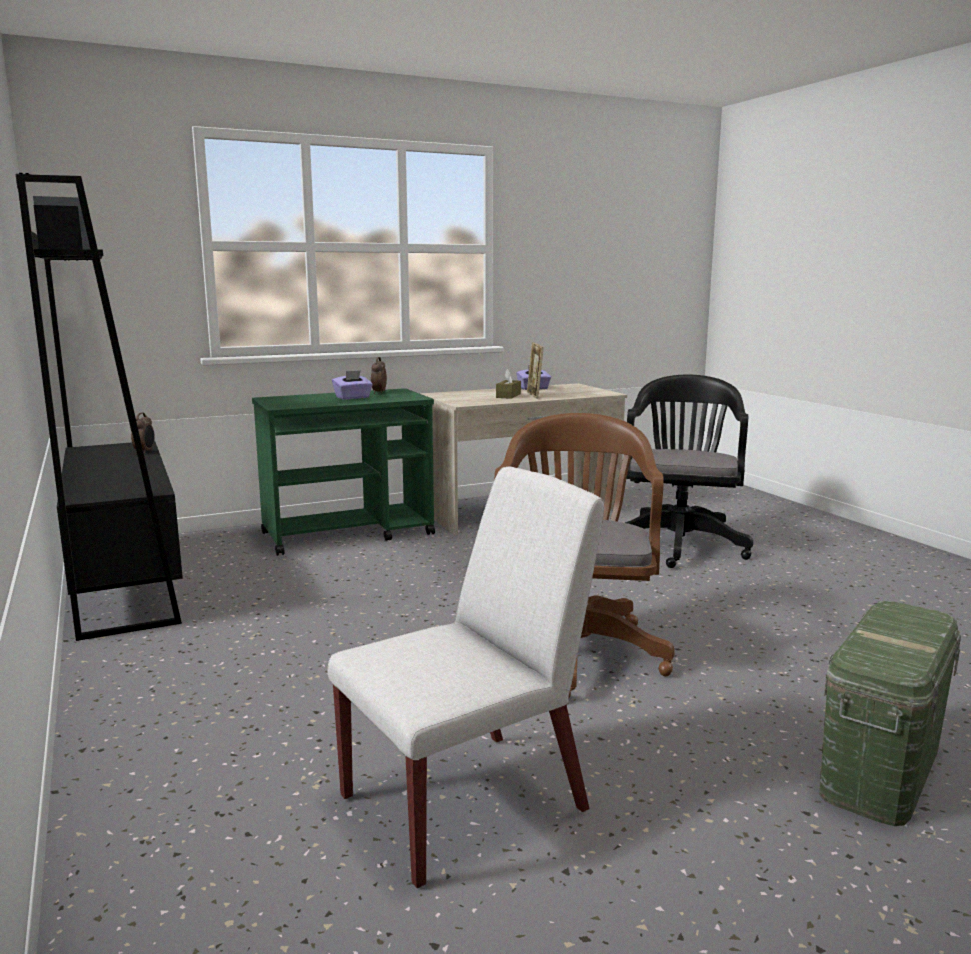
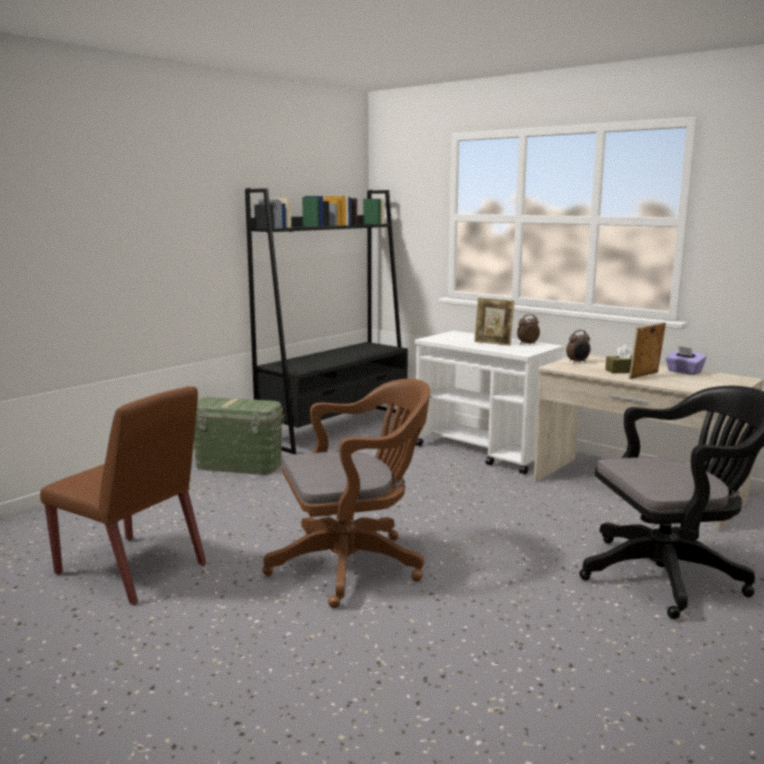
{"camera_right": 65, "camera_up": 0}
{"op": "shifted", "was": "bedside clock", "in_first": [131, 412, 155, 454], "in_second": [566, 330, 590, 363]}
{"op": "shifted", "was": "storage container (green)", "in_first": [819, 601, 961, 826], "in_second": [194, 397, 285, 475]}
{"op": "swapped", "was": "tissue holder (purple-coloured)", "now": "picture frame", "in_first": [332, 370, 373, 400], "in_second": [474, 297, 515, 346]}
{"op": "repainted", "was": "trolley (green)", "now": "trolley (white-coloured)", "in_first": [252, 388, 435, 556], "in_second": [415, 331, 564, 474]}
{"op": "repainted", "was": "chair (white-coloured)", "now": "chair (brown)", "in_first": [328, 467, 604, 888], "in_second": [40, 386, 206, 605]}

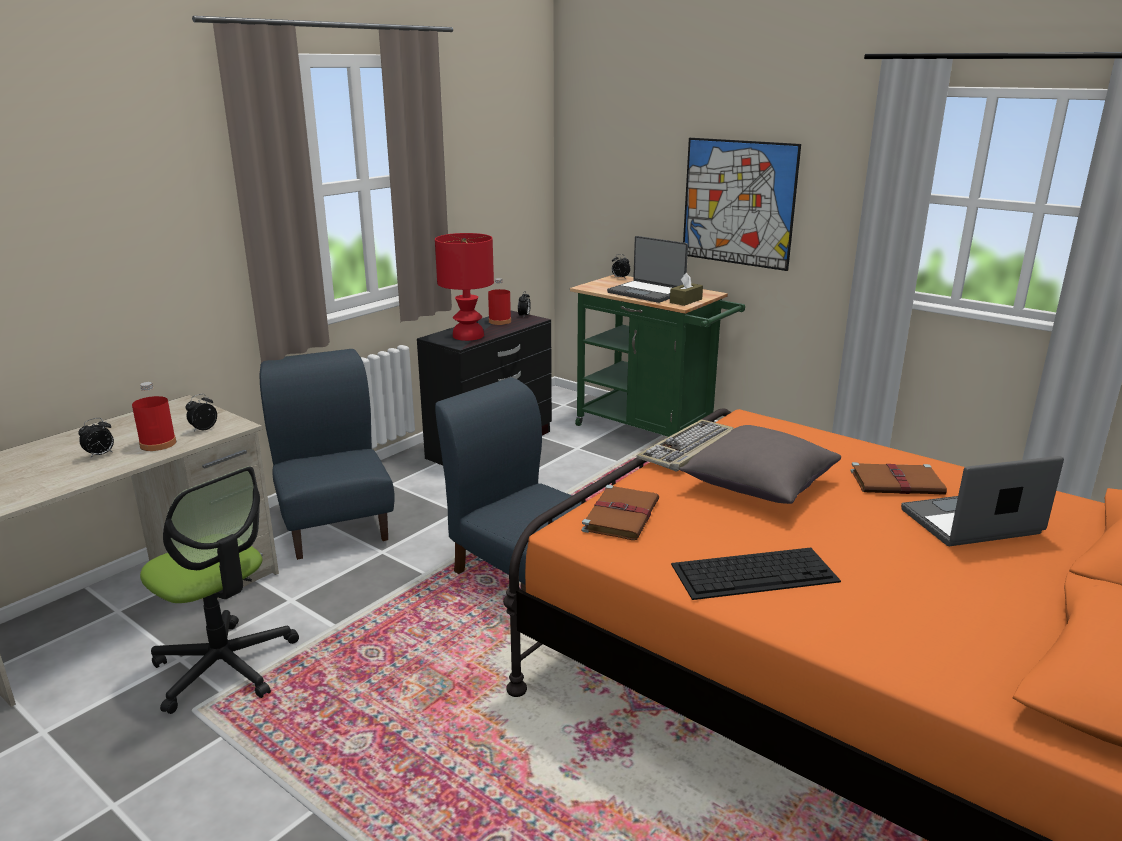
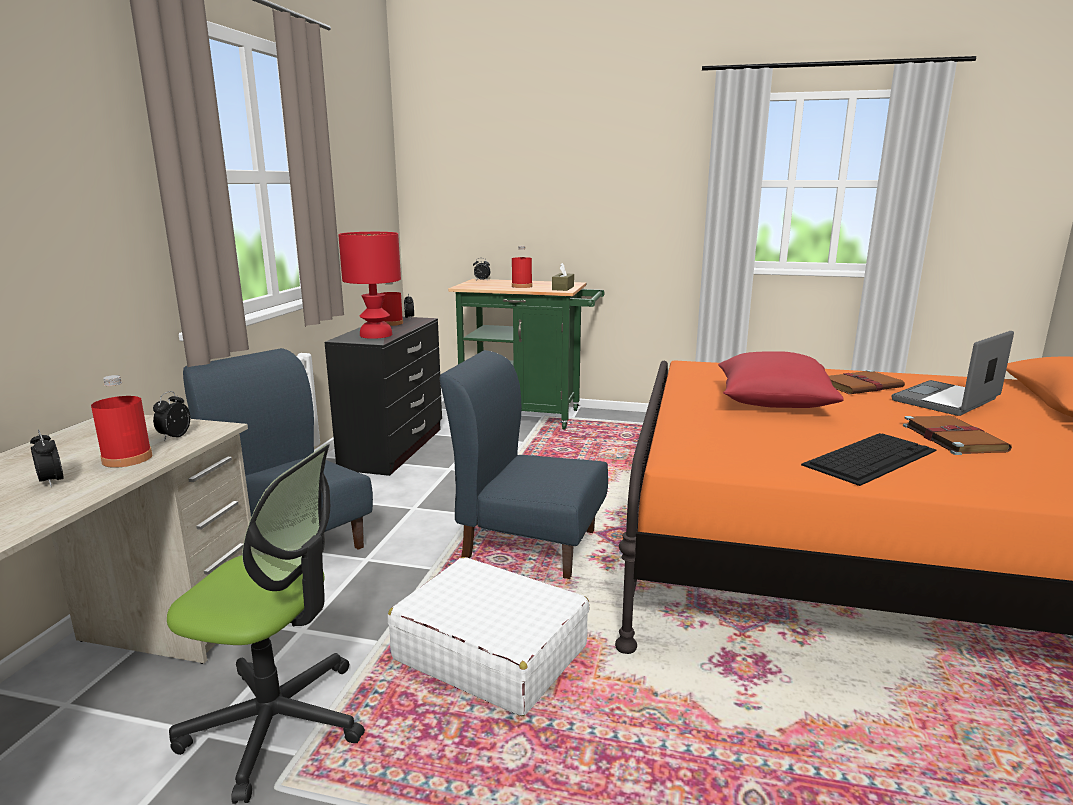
{"camera_right": -25, "camera_up": -5}
{"op": "gone", "was": "keyboard", "in_first": [637, 419, 734, 472]}
{"op": "gone", "was": "wall art", "in_first": [683, 138, 801, 271]}
{"op": "new", "now": "travel case (white-coloured)", "in_second": [388, 557, 590, 716]}
{"op": "shifted", "was": "book (brown)", "in_first": [582, 485, 659, 540], "in_second": [903, 415, 1012, 455]}
{"op": "swapped", "was": "portable computer", "now": "beverage bottle (reddish)", "in_first": [607, 236, 688, 303], "in_second": [512, 246, 532, 288]}
{"op": "repainted", "was": "cushion (greyish)", "now": "cushion (reddish)", "in_first": [679, 425, 841, 504], "in_second": [718, 351, 844, 408]}
{"op": "rotated", "was": "bedside clock", "in_first": [78, 418, 114, 458], "in_second": [30, 429, 64, 487], "clockwise": 120}

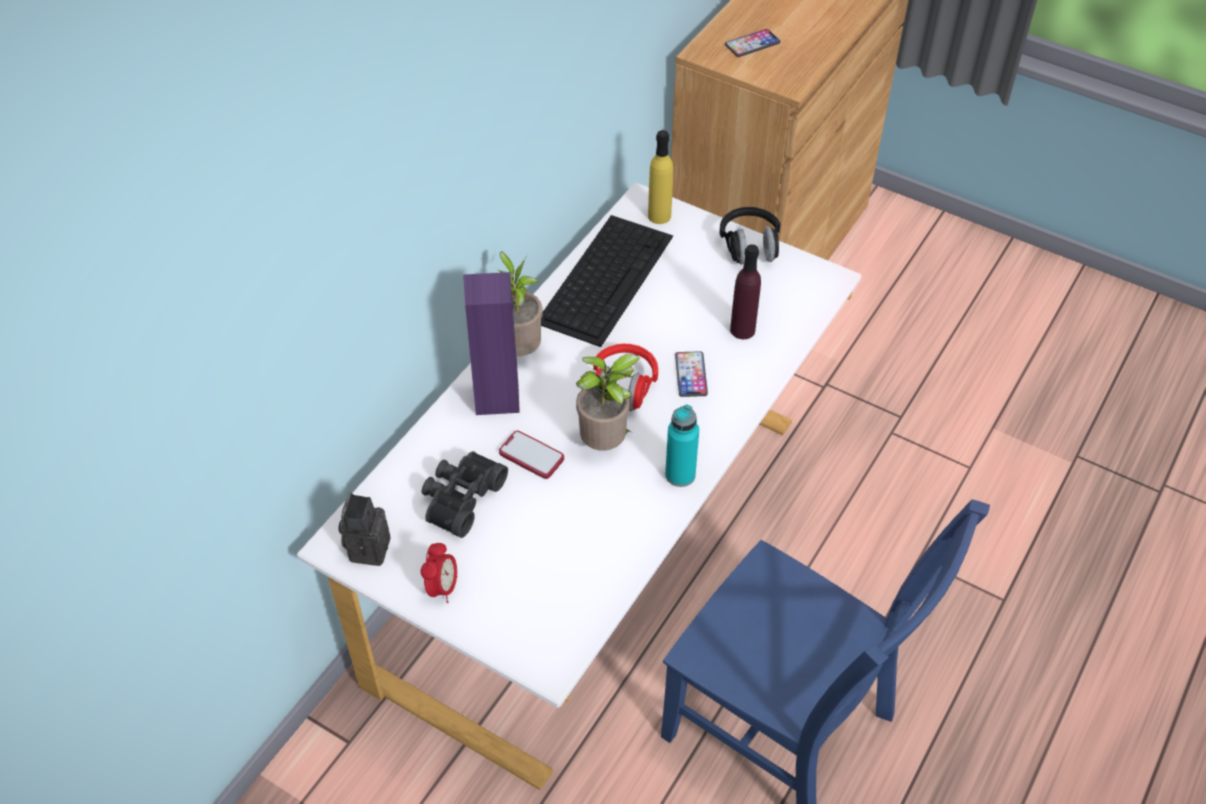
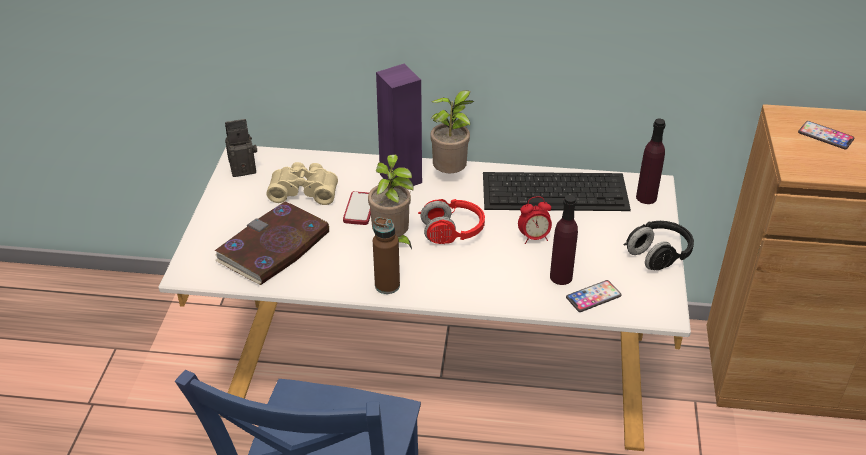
{"camera_right": 65, "camera_up": -10}
{"op": "new", "now": "book", "in_second": [215, 202, 330, 285]}
{"op": "shifted", "was": "bedside clock", "in_first": [421, 543, 457, 603], "in_second": [518, 196, 552, 244]}
{"op": "shifted", "was": "phone", "in_first": [675, 351, 708, 397], "in_second": [566, 280, 622, 312]}
{"op": "repainted", "was": "pair of binoculars (black-coloured)", "now": "pair of binoculars (beige-coloured)", "in_first": [422, 451, 508, 538], "in_second": [266, 162, 338, 205]}
{"op": "repainted", "was": "beverage bottle (yellow-coloured)", "now": "beverage bottle (purple-coloured)", "in_first": [648, 130, 673, 224], "in_second": [636, 119, 666, 204]}
{"op": "repainted", "was": "beverage bottle (turquoise)", "now": "beverage bottle (brown)", "in_first": [665, 404, 699, 487], "in_second": [373, 217, 400, 294]}

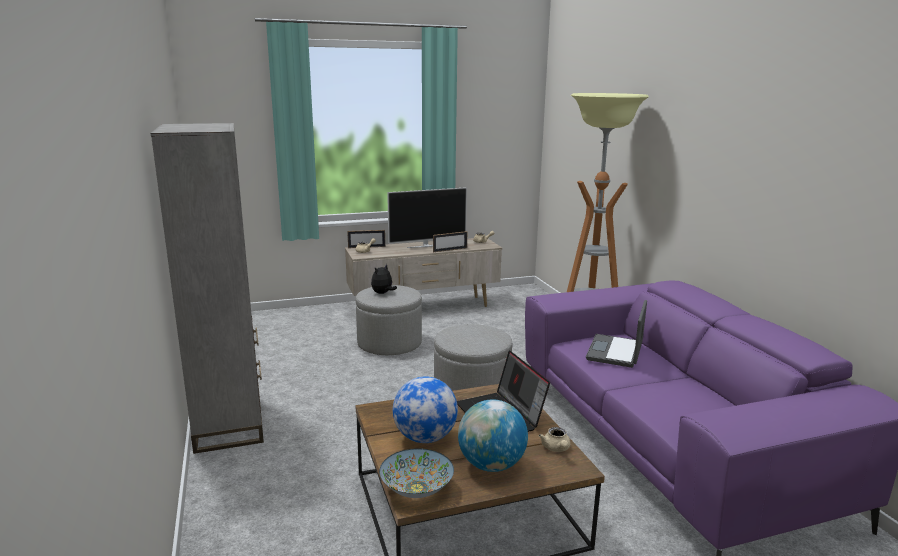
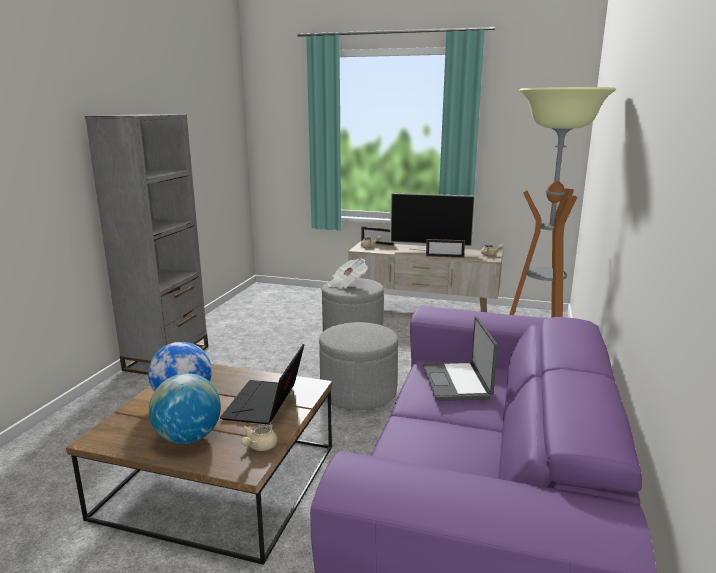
{"camera_right": 35, "camera_up": 0}
{"op": "gone", "was": "deep dish", "in_first": [379, 448, 454, 498]}
{"op": "swapped", "was": "plush toy", "now": "printed paper", "in_first": [371, 264, 397, 294], "in_second": [327, 259, 368, 288]}
{"op": "rotated", "was": "portable computer", "in_first": [586, 300, 647, 368], "in_second": [423, 317, 498, 401], "clockwise": -60}

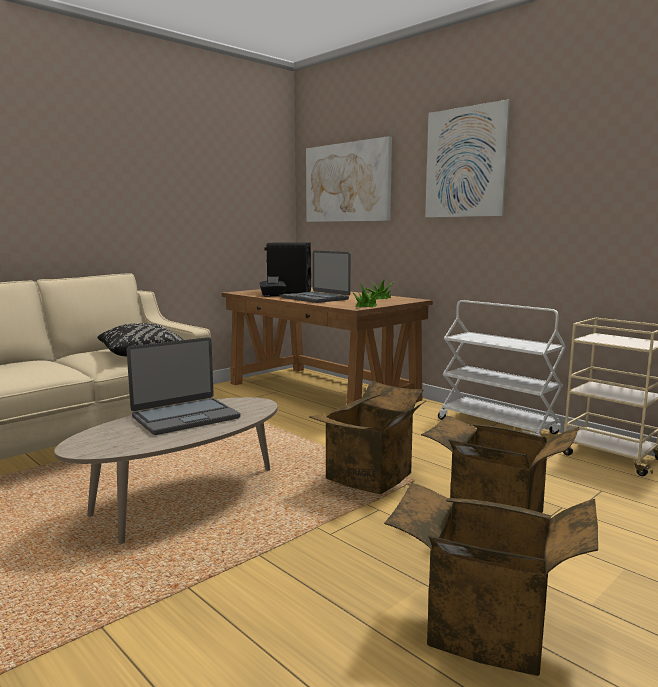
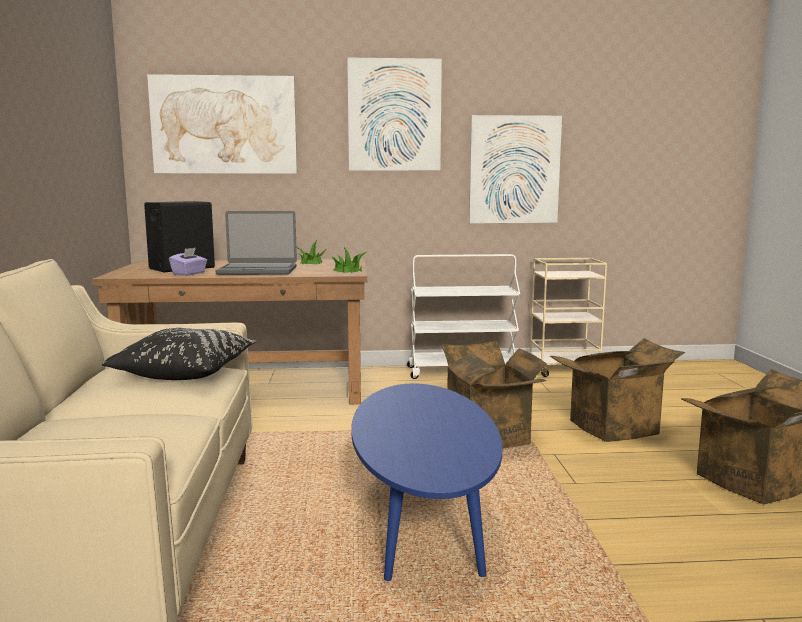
{"camera_right": -50, "camera_up": 0}
{"op": "gone", "was": "portable computer", "in_first": [127, 337, 240, 435]}
{"op": "new", "now": "wall art", "in_second": [469, 115, 562, 223]}
{"op": "repainted", "was": "coffee table (beige-coloured)", "now": "coffee table (blue)", "in_first": [54, 397, 278, 544], "in_second": [351, 384, 502, 581]}
{"op": "repainted", "was": "tissue holder (black-coloured)", "now": "tissue holder (purple-coloured)", "in_first": [260, 277, 286, 297], "in_second": [169, 248, 207, 276]}

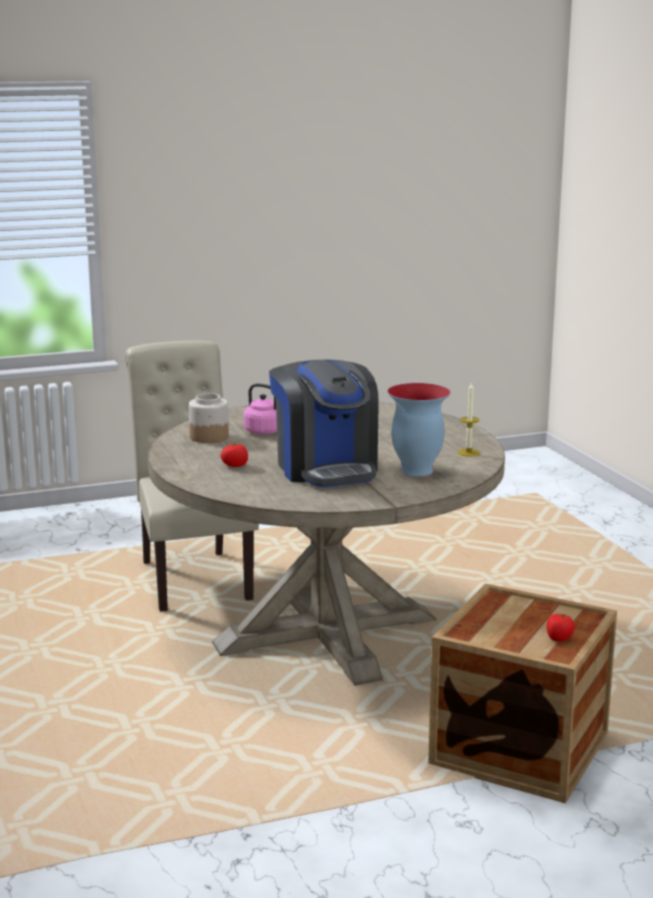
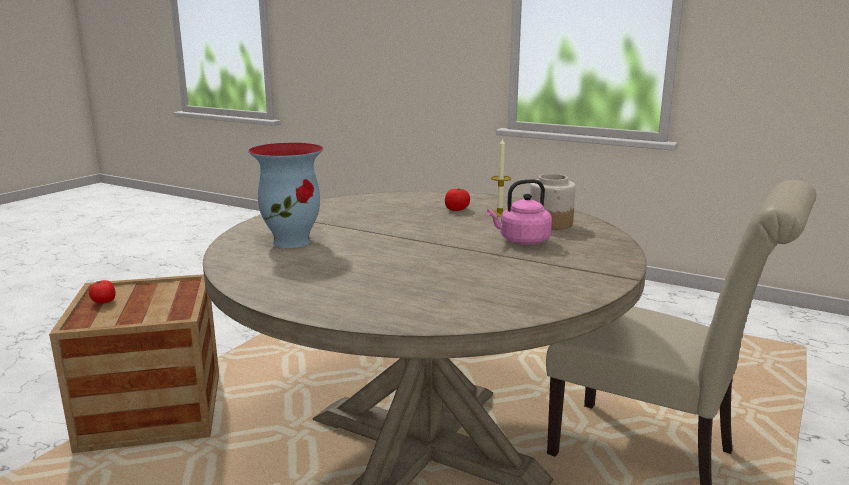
{"camera_right": 140, "camera_up": 0}
{"op": "gone", "was": "coffee machine", "in_first": [269, 360, 379, 487]}
{"op": "shifted", "was": "candle", "in_first": [458, 382, 480, 457], "in_second": [491, 137, 511, 217]}

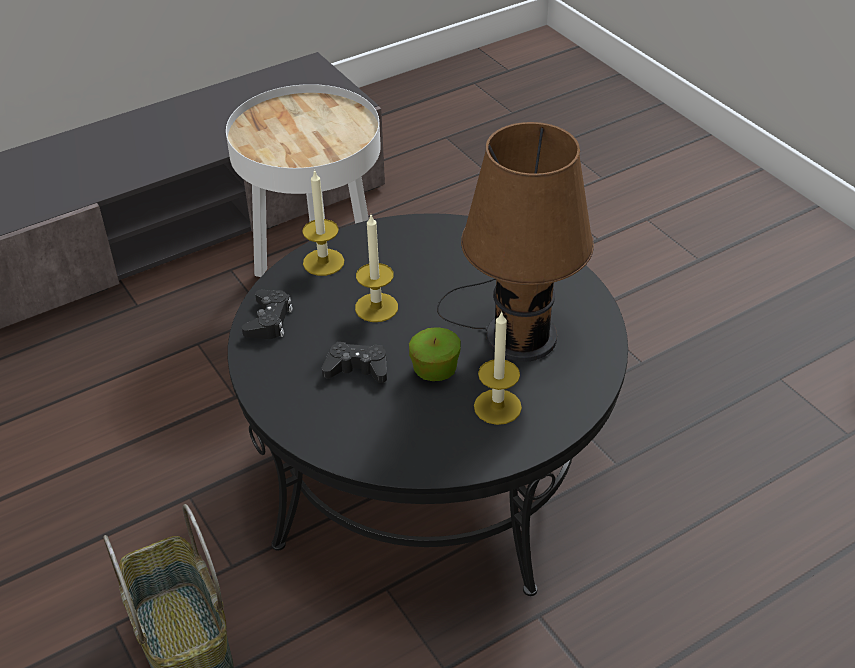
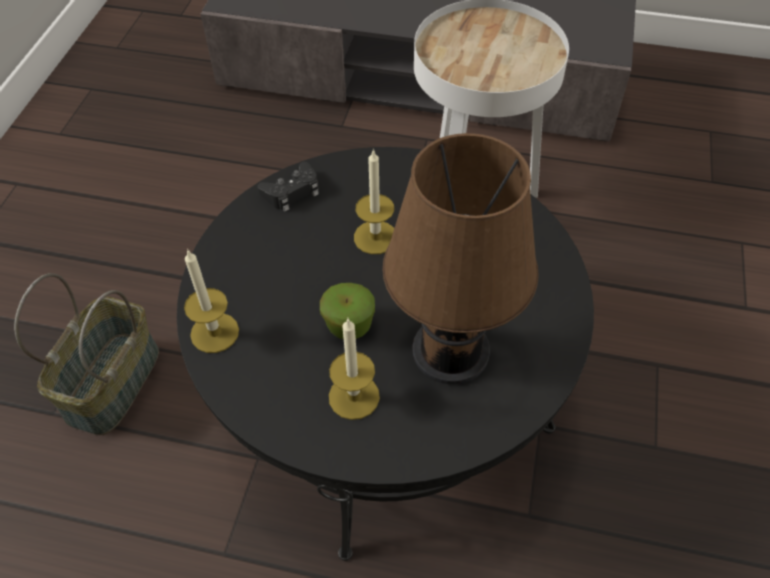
{"camera_right": 45, "camera_up": 10}
{"op": "gone", "was": "joypad (black-coloured)", "in_first": [322, 342, 387, 383]}
{"op": "shifted", "was": "candle", "in_first": [302, 169, 344, 276], "in_second": [184, 249, 239, 353]}

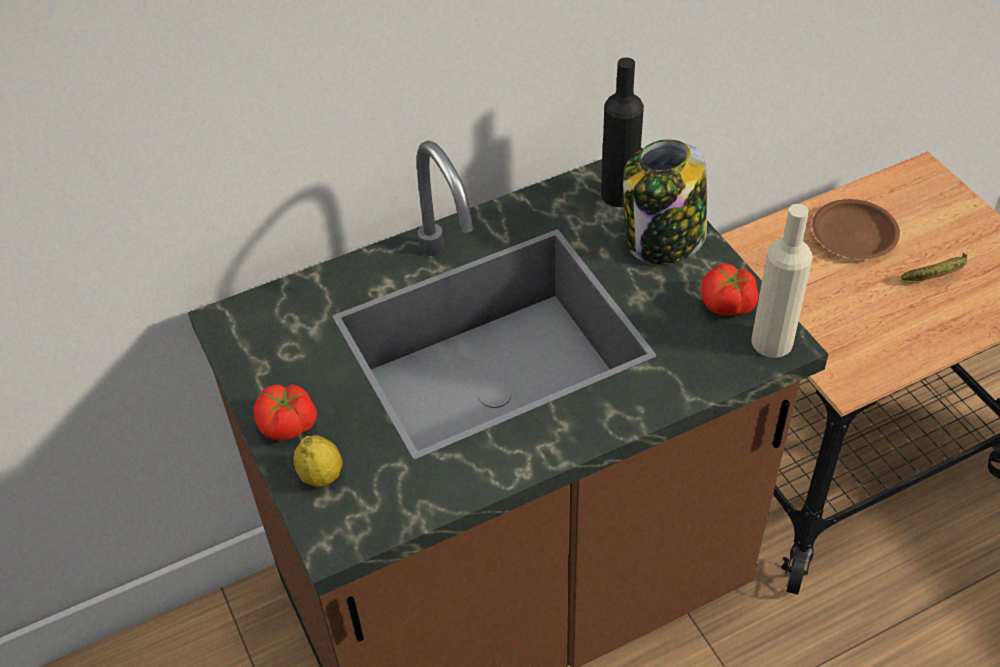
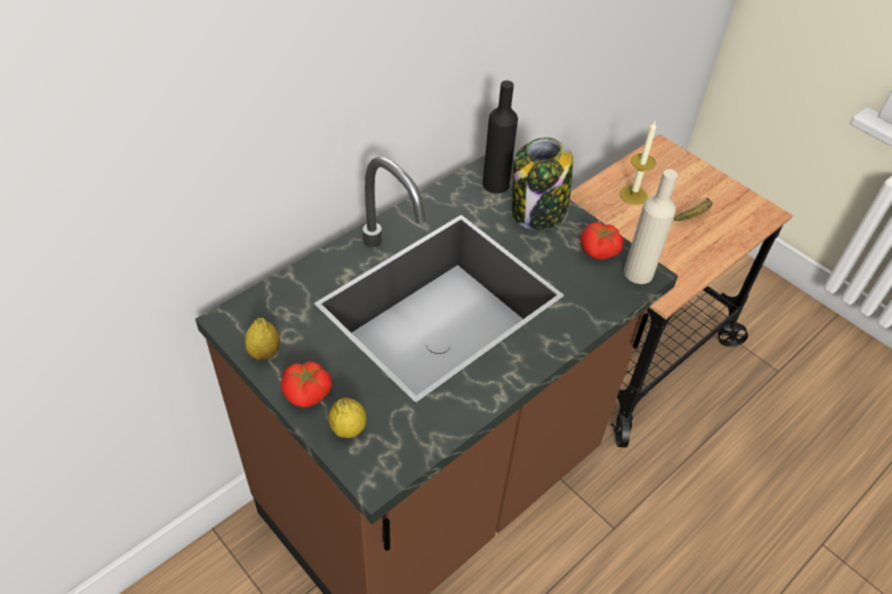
{"camera_right": -20, "camera_up": 0}
{"op": "new", "now": "whole lemon", "in_second": [245, 318, 280, 360]}
{"op": "swapped", "was": "plate (brown)", "now": "candle", "in_first": [812, 199, 900, 259], "in_second": [620, 121, 656, 205]}

